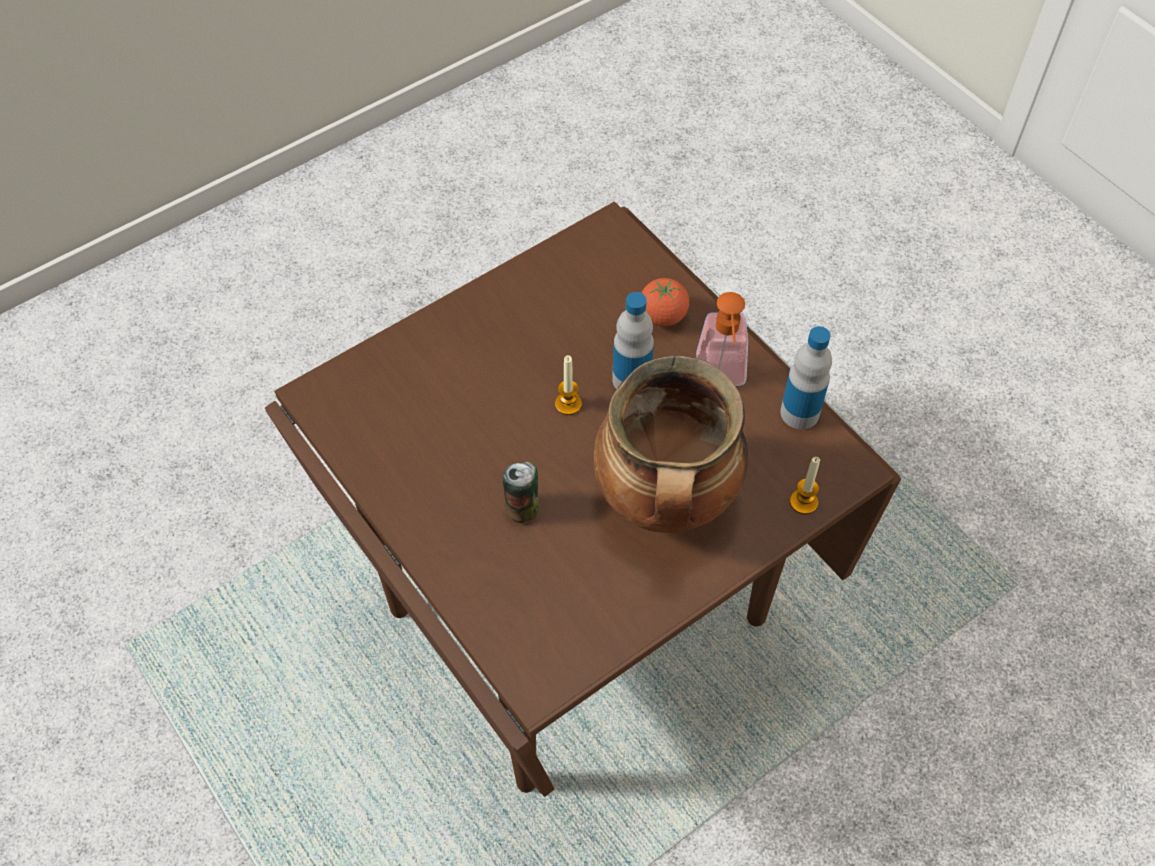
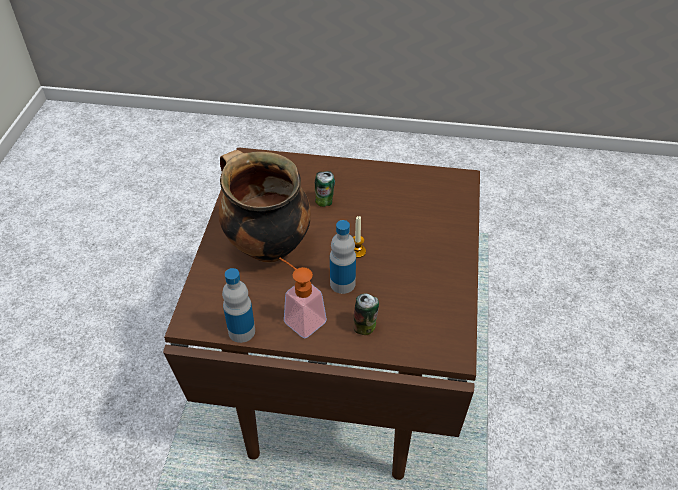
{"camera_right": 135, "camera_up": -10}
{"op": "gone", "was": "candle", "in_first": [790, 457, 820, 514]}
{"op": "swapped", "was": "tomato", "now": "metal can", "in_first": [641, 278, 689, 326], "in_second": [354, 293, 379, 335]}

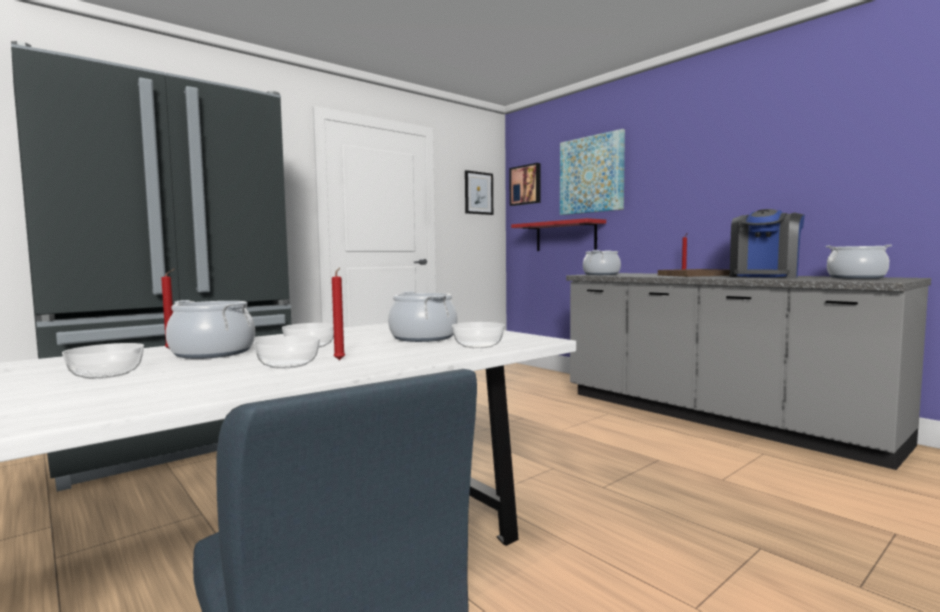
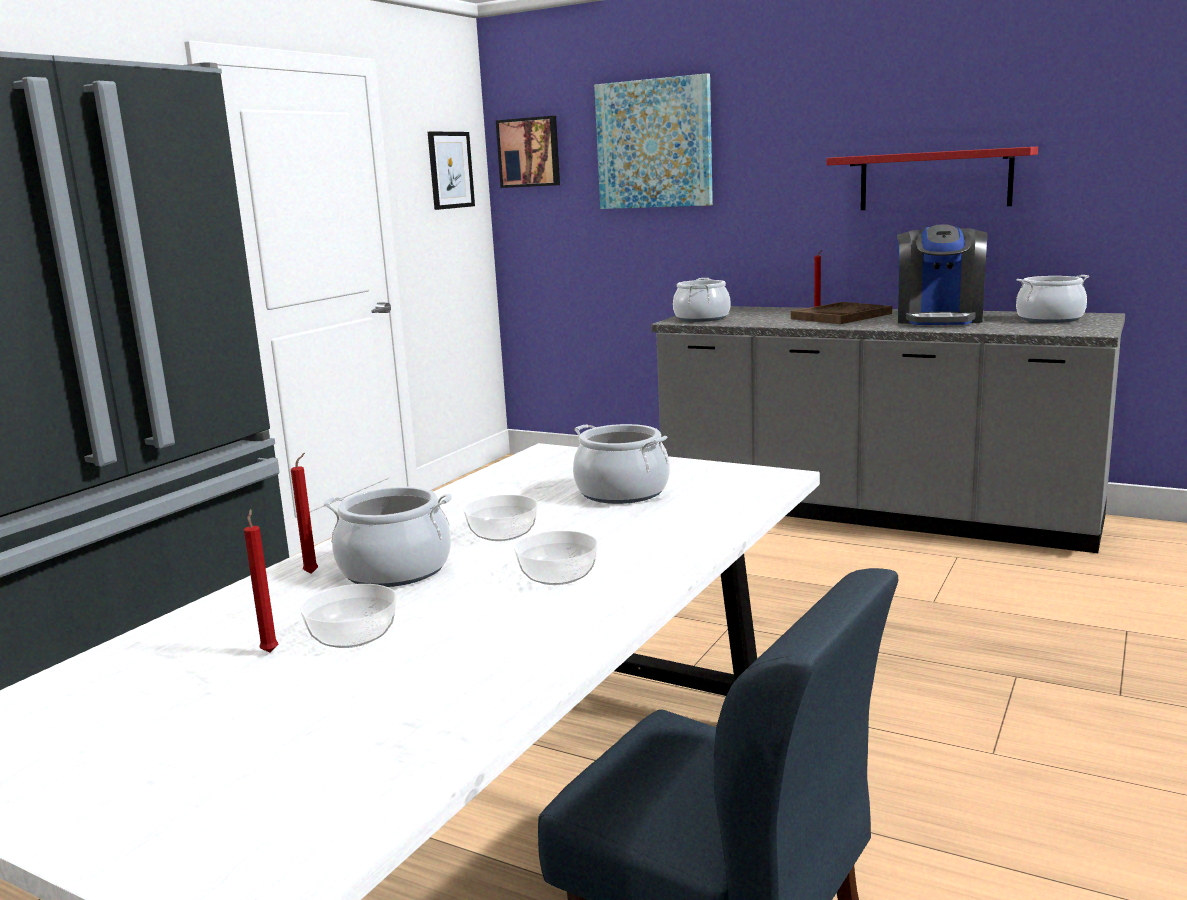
{"camera_right": -20, "camera_up": 10}
{"op": "gone", "was": "deep dish", "in_first": [452, 322, 505, 348]}
{"op": "shifted", "was": "candle (reddish)", "in_first": [332, 267, 345, 360], "in_second": [244, 509, 278, 653]}
{"op": "shifted", "was": "wall shelf (reddish)", "in_first": [511, 218, 606, 251], "in_second": [826, 147, 1038, 210]}

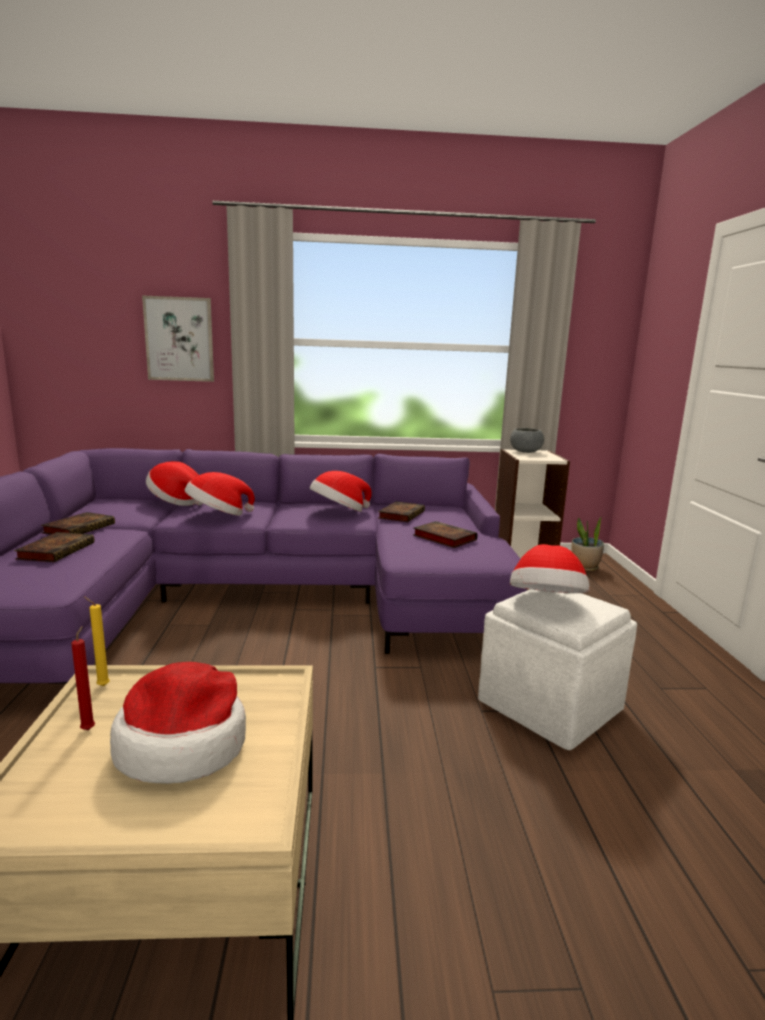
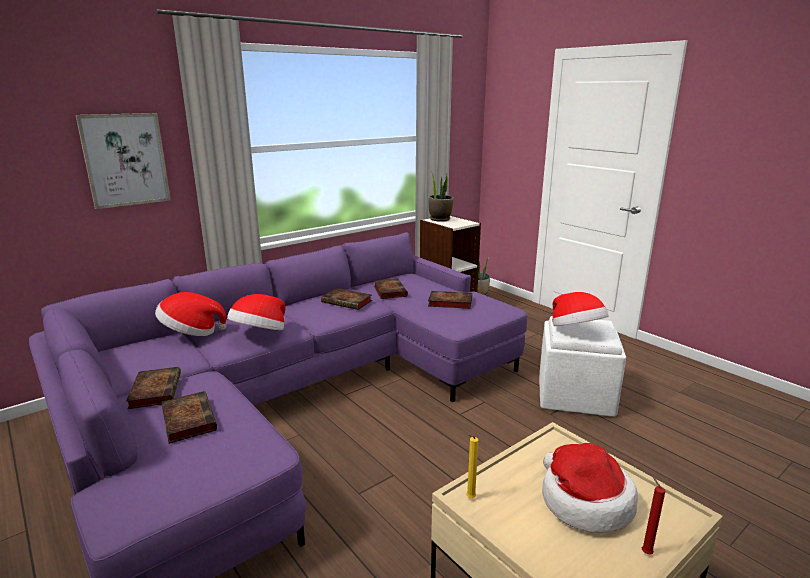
{"camera_right": -35, "camera_up": 5}
{"op": "shifted", "was": "candle (reddish)", "in_first": [71, 626, 95, 730], "in_second": [642, 476, 665, 554]}
{"op": "swapped", "was": "hat", "now": "book", "in_first": [310, 471, 372, 512], "in_second": [321, 288, 372, 310]}
{"op": "swapped", "was": "deep dish (greyish)", "now": "plant in a pot", "in_first": [510, 428, 544, 453], "in_second": [428, 173, 454, 222]}

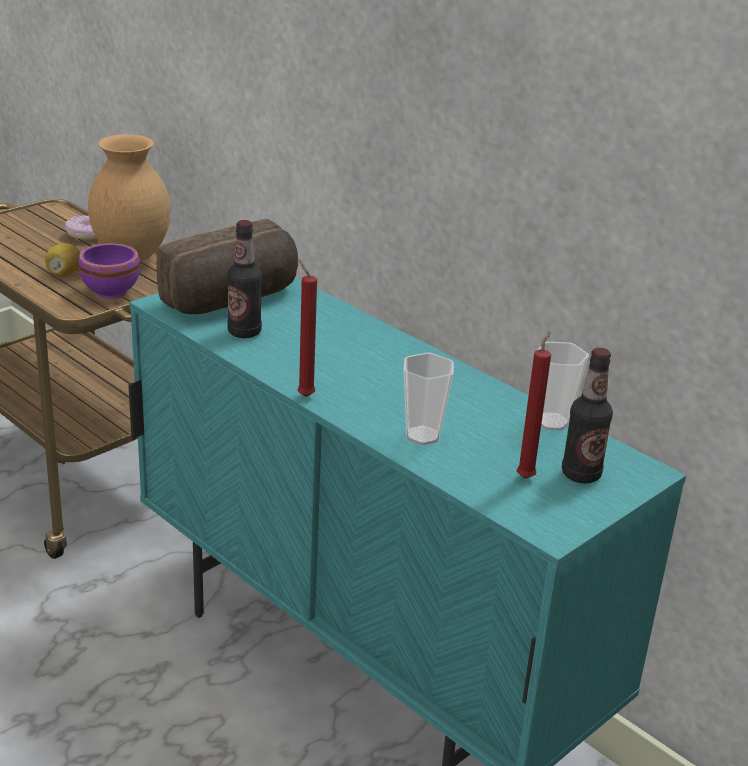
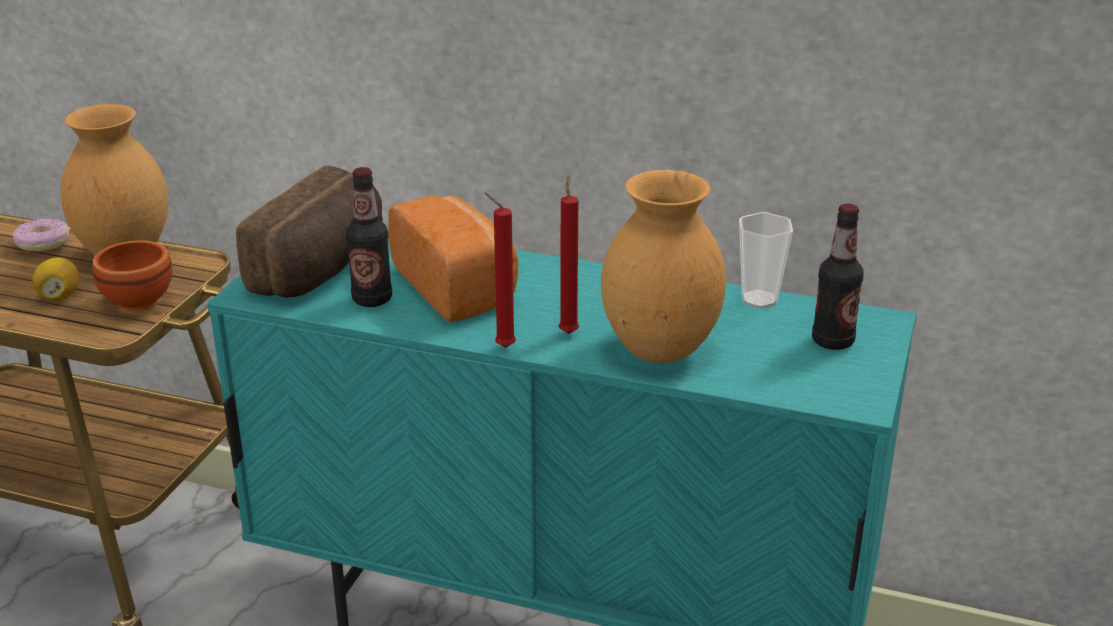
{"camera_right": -25, "camera_up": 0}
{"op": "new", "now": "bread", "in_second": [388, 195, 519, 322]}
{"op": "shifted", "was": "candle (reddish)", "in_first": [517, 331, 551, 479], "in_second": [559, 176, 579, 334]}
{"op": "swapped", "was": "small cup", "now": "decorative vase (brown)", "in_first": [403, 352, 454, 445], "in_second": [601, 170, 726, 364]}
{"op": "repainted", "was": "deep dish (purple-coloured)", "now": "deep dish (brown)", "in_first": [78, 243, 140, 300], "in_second": [92, 240, 172, 312]}

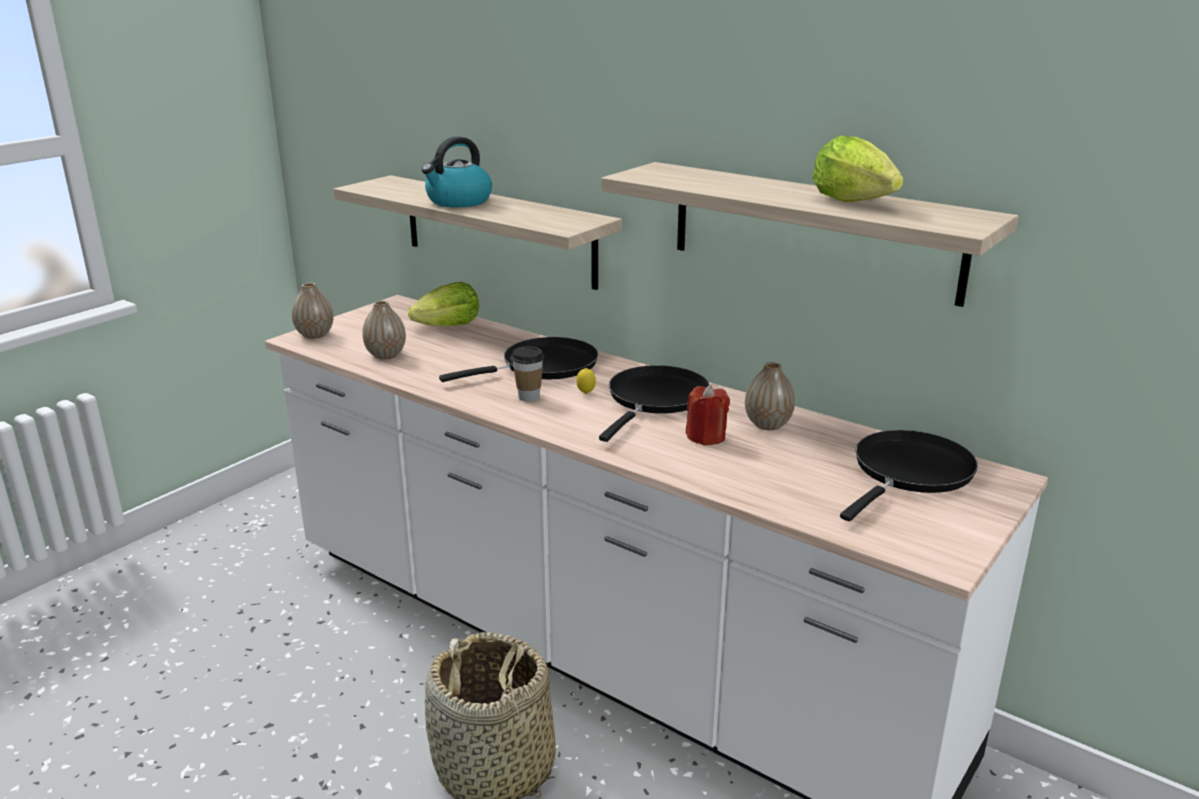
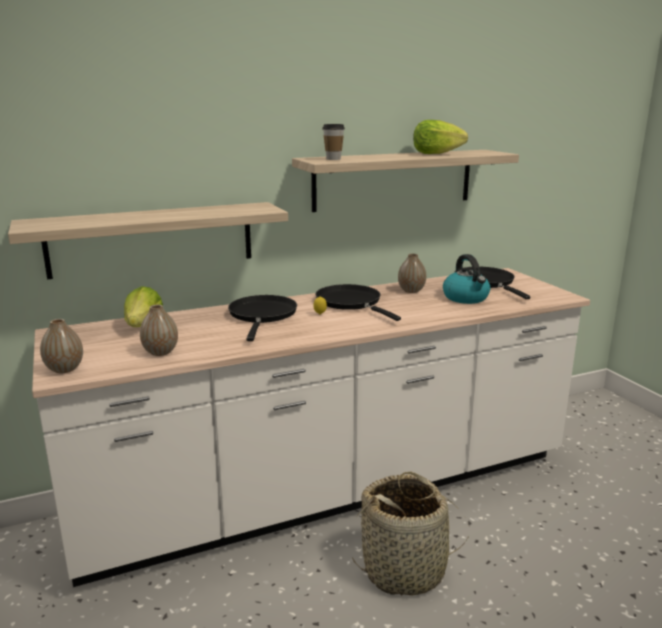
{"camera_right": -60, "camera_up": -5}
{"op": "gone", "was": "candle (reddish)", "in_first": [686, 385, 730, 445]}
{"op": "shifted", "was": "water kettle", "in_first": [422, 136, 492, 207], "in_second": [443, 254, 490, 304]}
{"op": "shifted", "was": "small cup", "in_first": [511, 346, 545, 402], "in_second": [322, 124, 345, 160]}

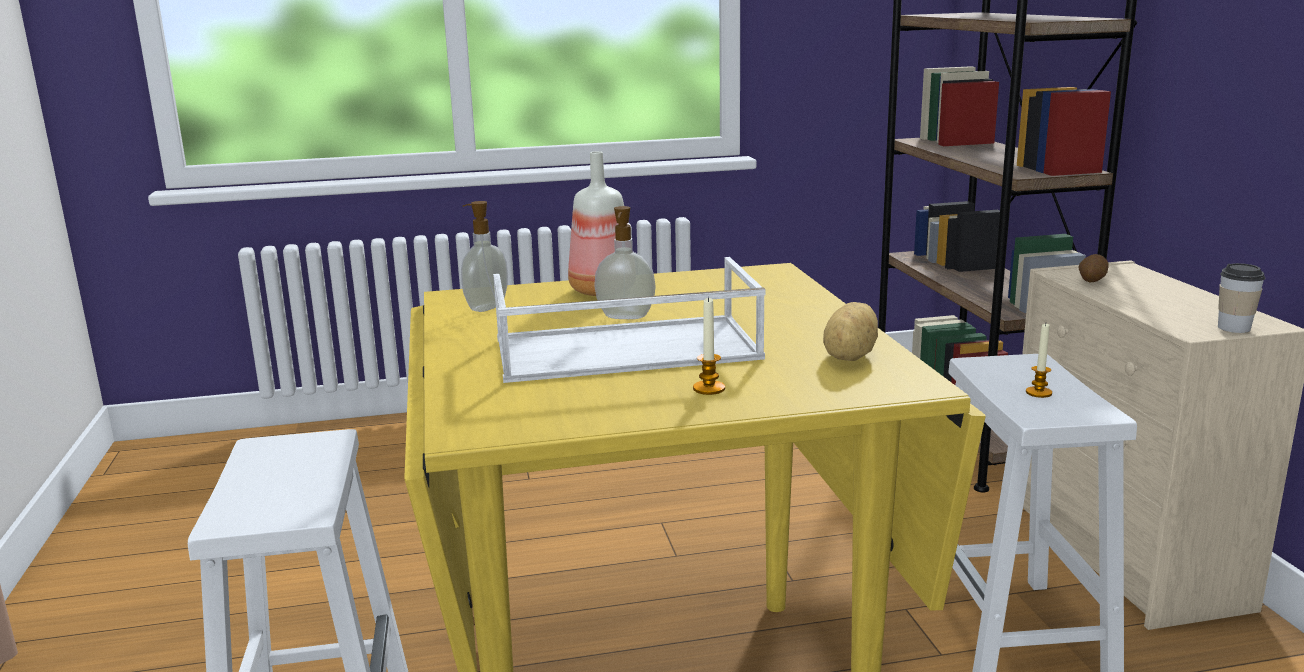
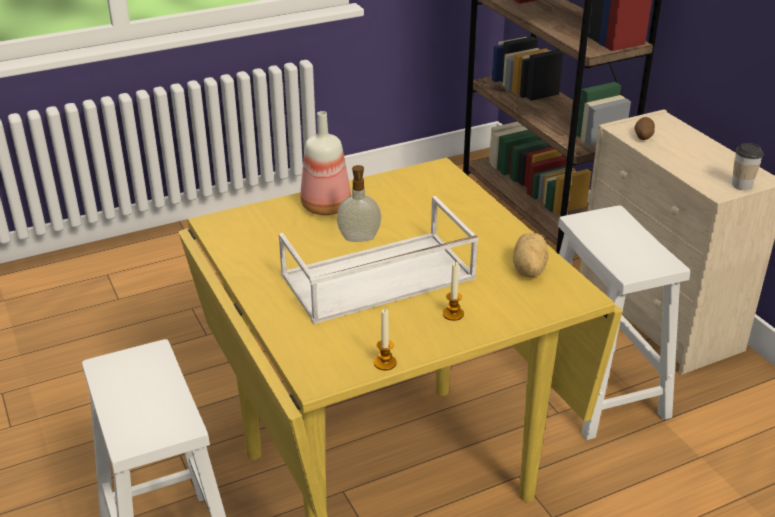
{"camera_right": -15, "camera_up": 15}
{"op": "gone", "was": "soap dispenser", "in_first": [461, 201, 508, 312]}
{"op": "shifted", "was": "candle", "in_first": [1026, 324, 1052, 398], "in_second": [374, 309, 397, 370]}

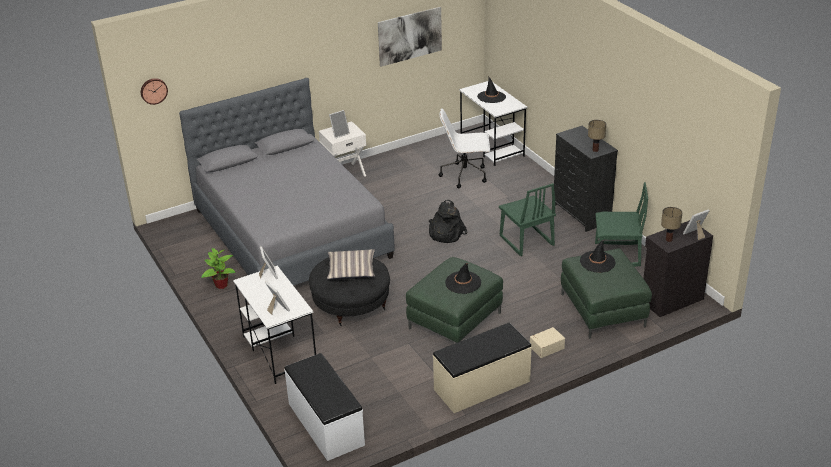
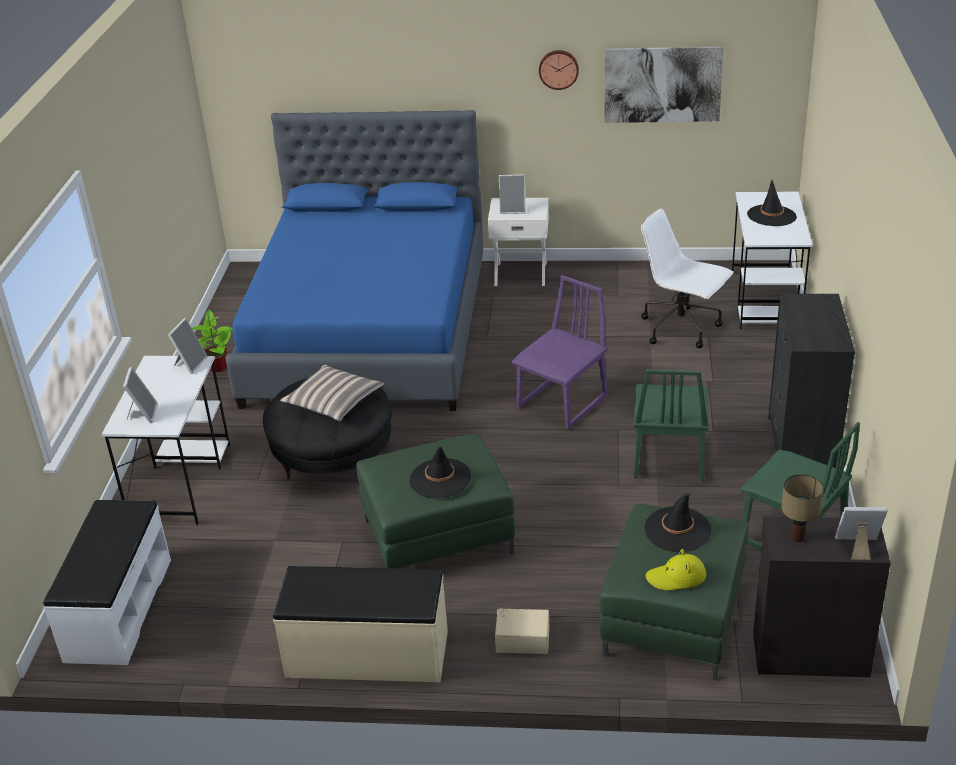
{"camera_right": 35, "camera_up": 0}
{"op": "gone", "was": "lamp for a table", "in_first": [588, 120, 606, 152]}
{"op": "new", "now": "hat (yellow-coloured)", "in_second": [646, 549, 706, 590]}
{"op": "shifted", "was": "wall clock", "in_first": [141, 78, 168, 105], "in_second": [539, 50, 579, 90]}
{"op": "swapped", "was": "rucksack (black-coloured)", "now": "chair (purple-coloured)", "in_first": [429, 200, 467, 243], "in_second": [512, 275, 608, 429]}
{"op": "repainted", "was": "bed (greyish)", "now": "bed (blue)", "in_first": [179, 78, 395, 286], "in_second": [226, 110, 483, 411]}

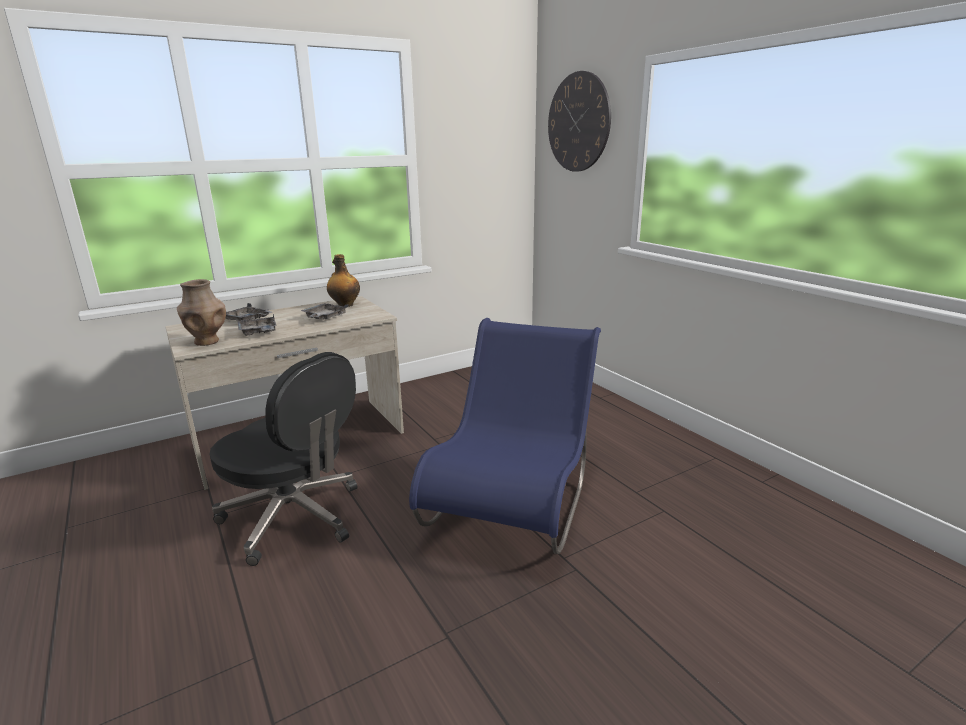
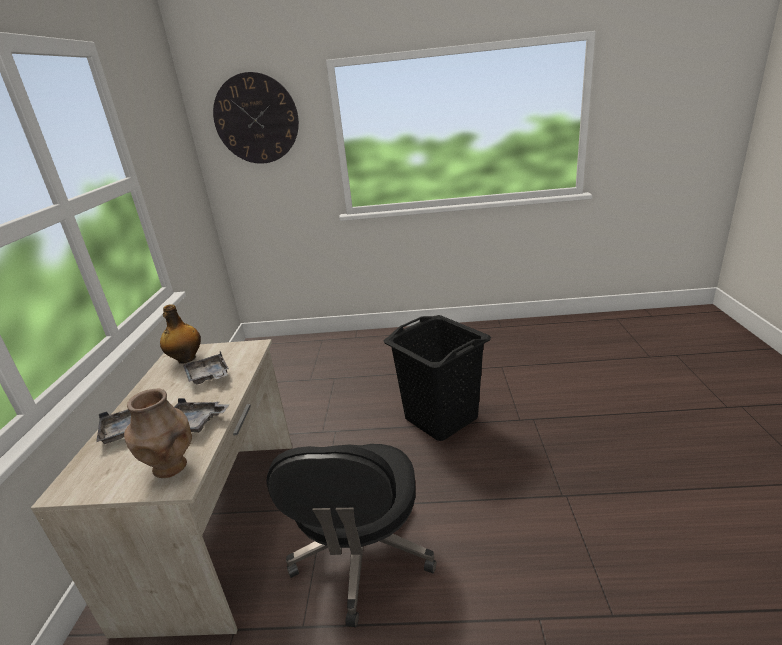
{"camera_right": -55, "camera_up": 5}
{"op": "swapped", "was": "chair (blue)", "now": "laundry basket (black-coloured)", "in_first": [409, 318, 601, 554], "in_second": [384, 315, 491, 441]}
{"op": "rotated", "was": "computer chair (black-coloured)", "in_first": [210, 352, 357, 566], "in_second": [266, 444, 436, 627], "clockwise": 120}

